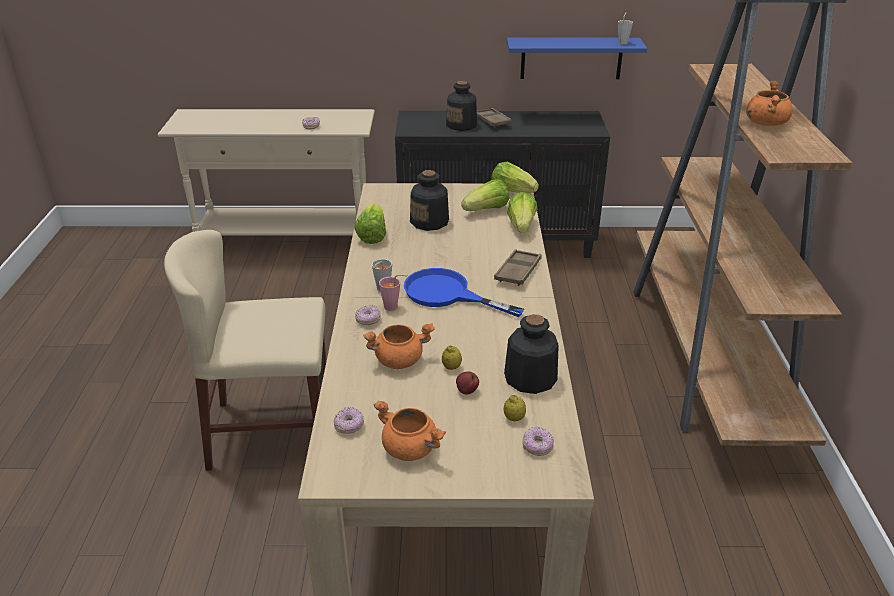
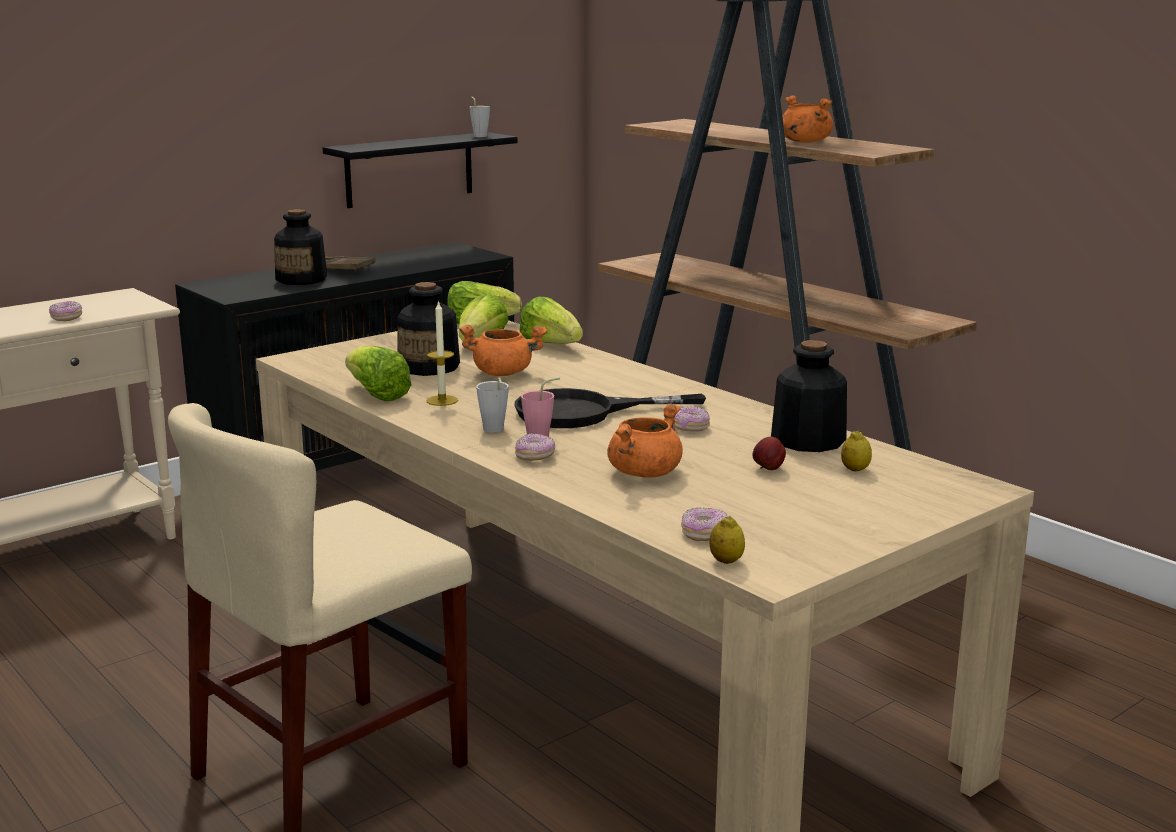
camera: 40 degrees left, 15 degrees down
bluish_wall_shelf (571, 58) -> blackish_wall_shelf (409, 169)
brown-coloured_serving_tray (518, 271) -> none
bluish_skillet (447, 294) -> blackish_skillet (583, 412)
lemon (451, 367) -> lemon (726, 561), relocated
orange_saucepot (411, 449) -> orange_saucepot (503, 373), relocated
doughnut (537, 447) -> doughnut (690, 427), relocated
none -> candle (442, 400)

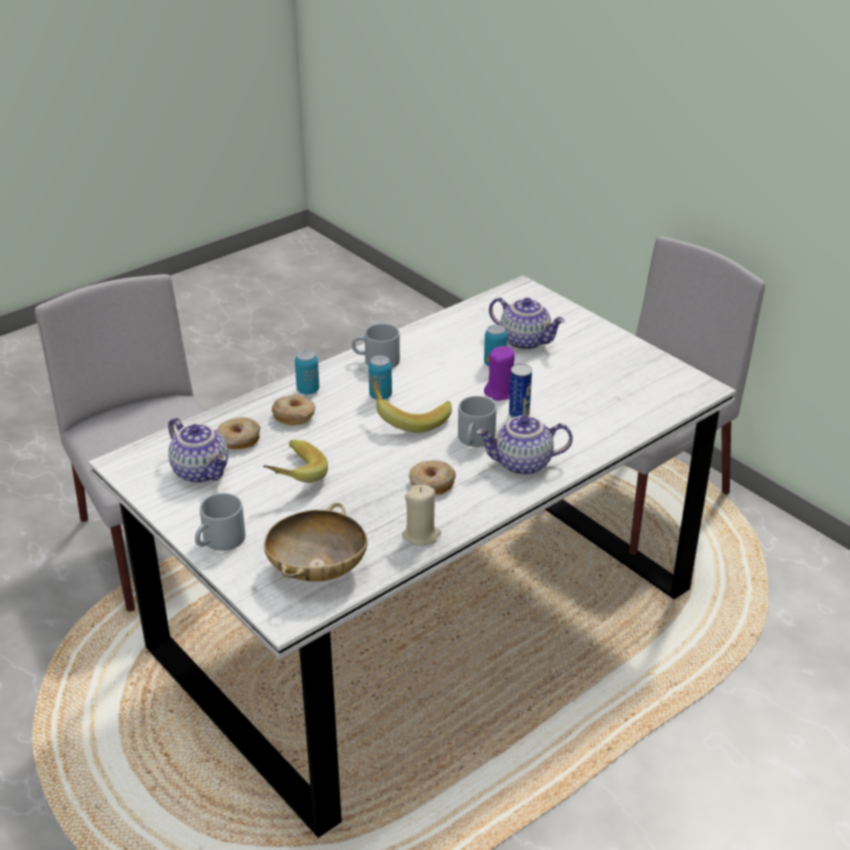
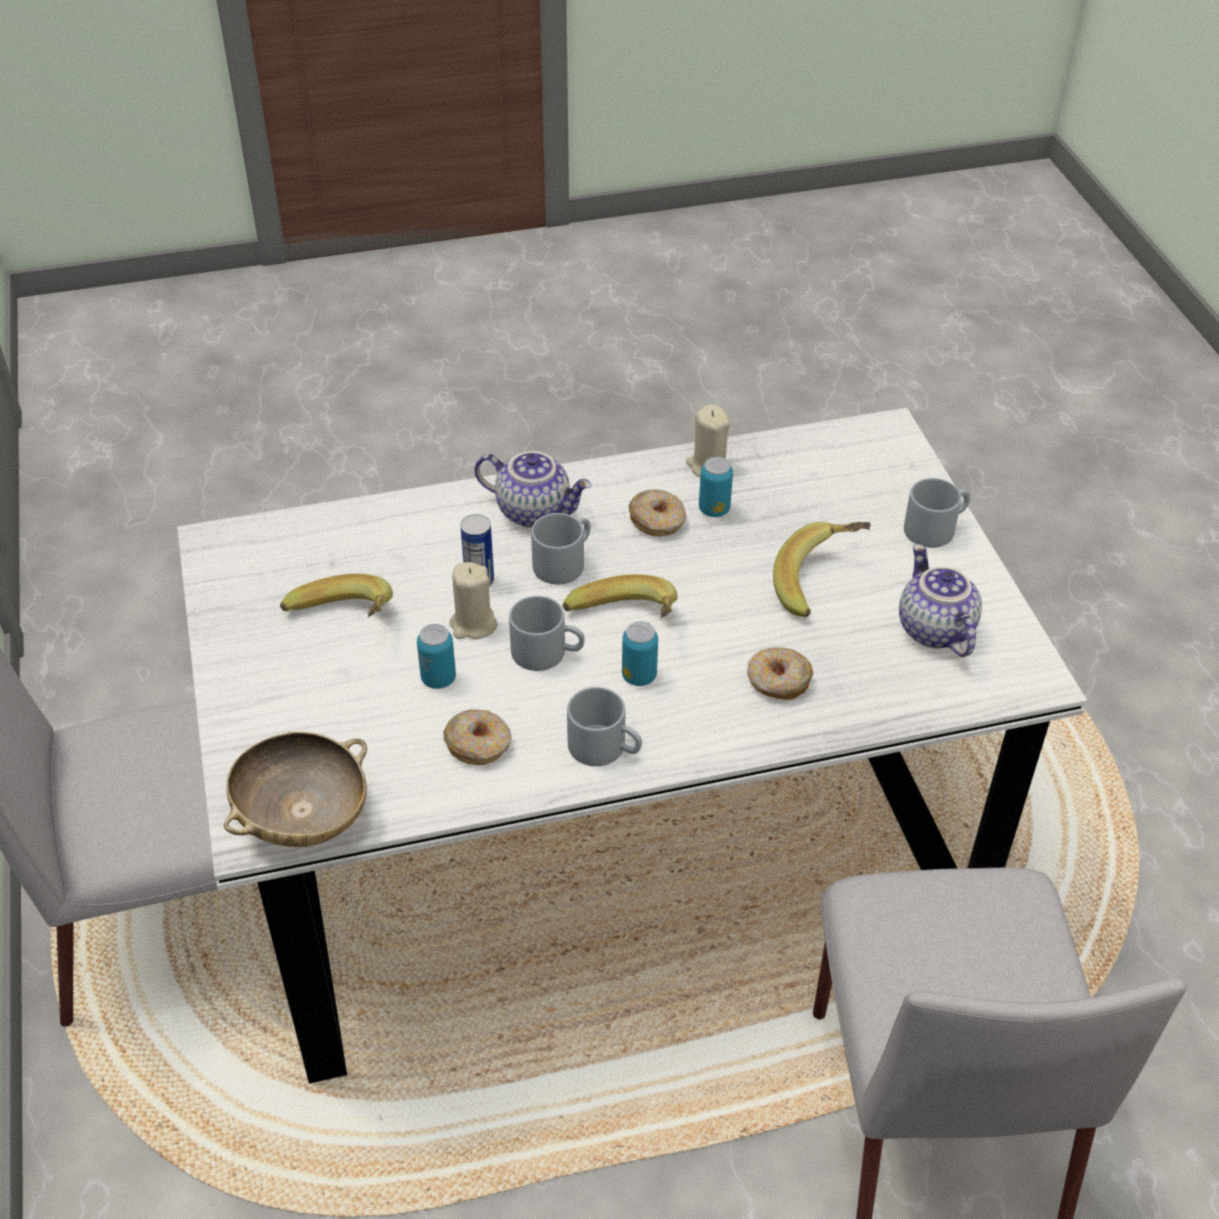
camera: 155 degrees left, 10 degrees up
pot_for_tea (526, 341) -> none
purplish_candle (500, 392) -> sand-coloured_candle (473, 624)
metal_can (308, 390) -> metal_can (714, 509), relocated
doughnut (238, 440) -> doughnut (479, 744), relocated
sand-coloured_deep_dish (317, 569) -> sand-coloured_deep_dish (303, 817), relocated
none -> banana (342, 624)
none -> gray_tea_mug (548, 652)

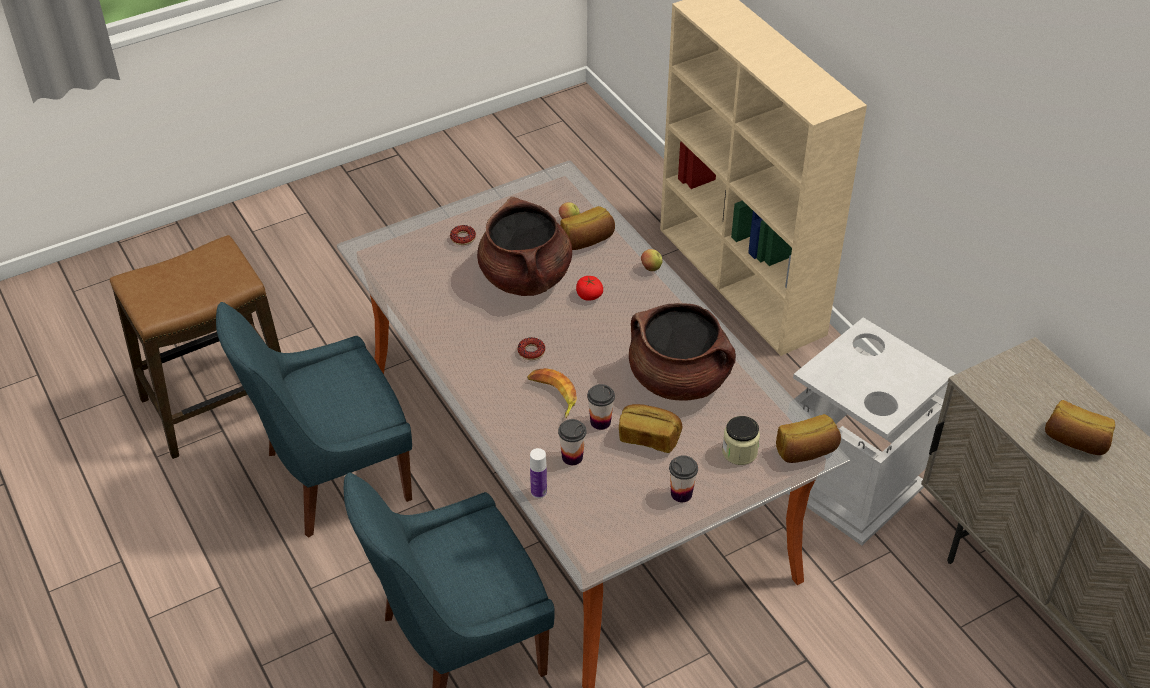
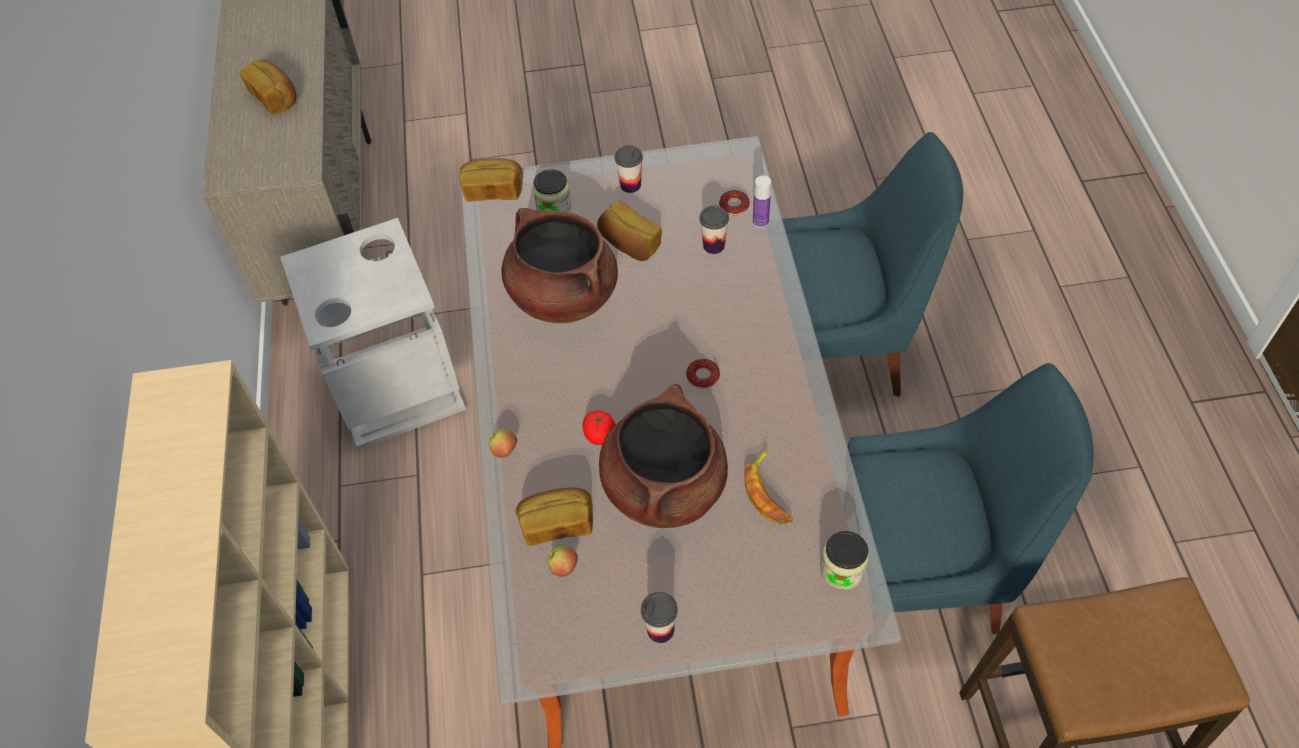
camera: 155 degrees left, 10 degrees up
doughnut (463, 238) -> doughnut (734, 206), relocated
banana (553, 395) -> banana (768, 492), relocated
cup (600, 422) -> cup (660, 630), relocated
none -> storage_jar (842, 570)

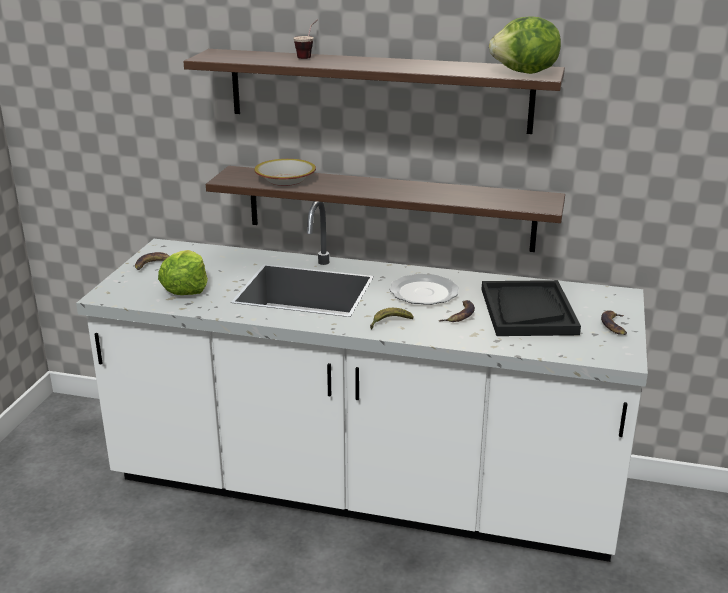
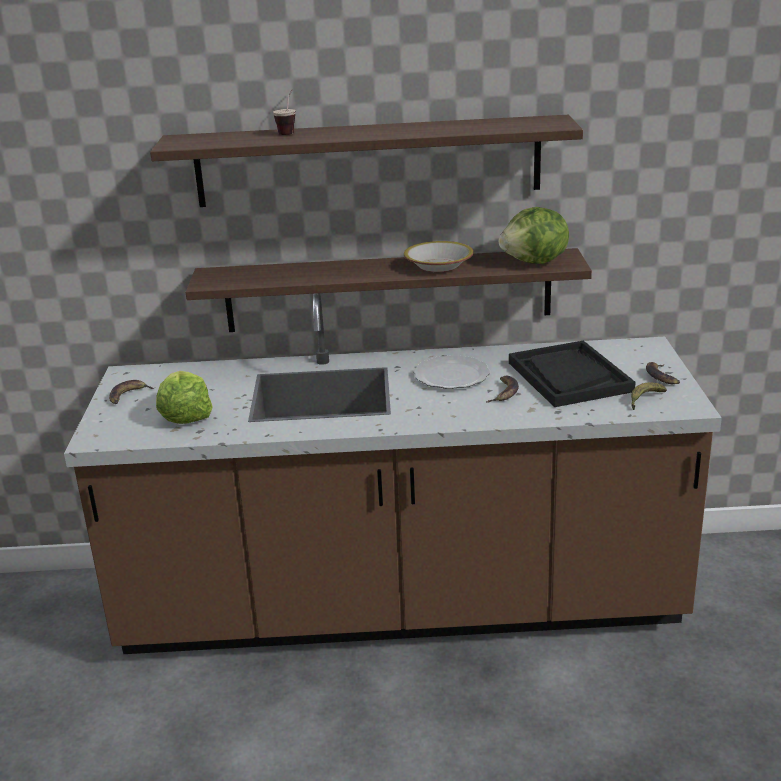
camera: 15 degrees left, 0 degrees up
lettuce_head (525, 73) -> lettuce_head (535, 262), relocated
deep_dish (285, 180) -> deep_dish (438, 266), relocated
white_kitchen_counter (364, 489) -> brown-coloured_kitchen_counter (401, 606)
banana (389, 323) -> banana (644, 400), relocated

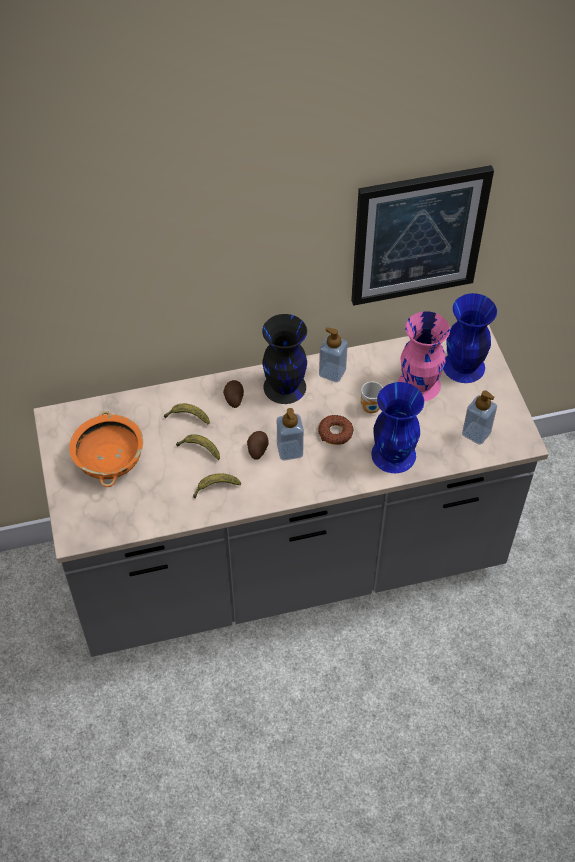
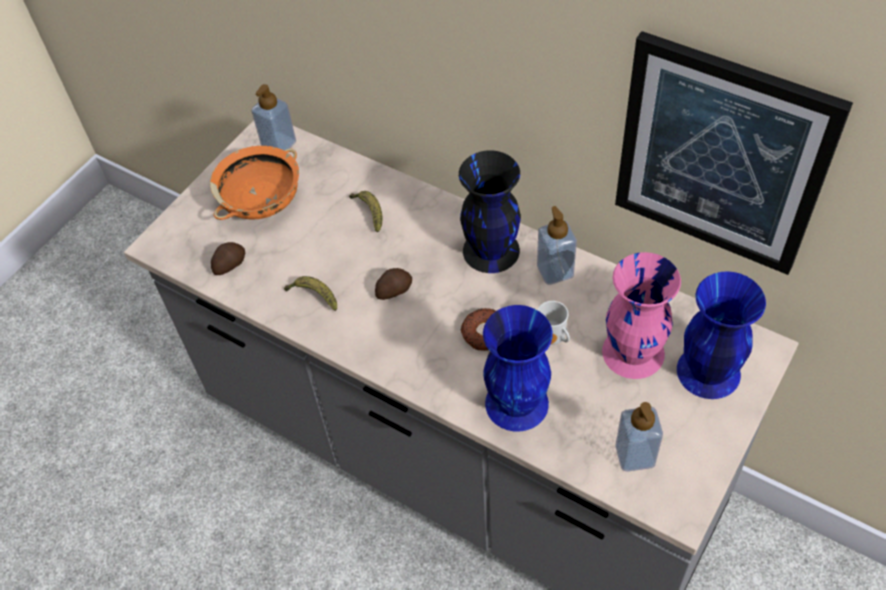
camera: 50 degrees right, 0 degrees up
whole_potato (233, 398) -> whole_potato (229, 264), relocated
liquid_soap_bottle (290, 450) -> liquid_soap_bottle (279, 144), relocated
banana (200, 449) -> none

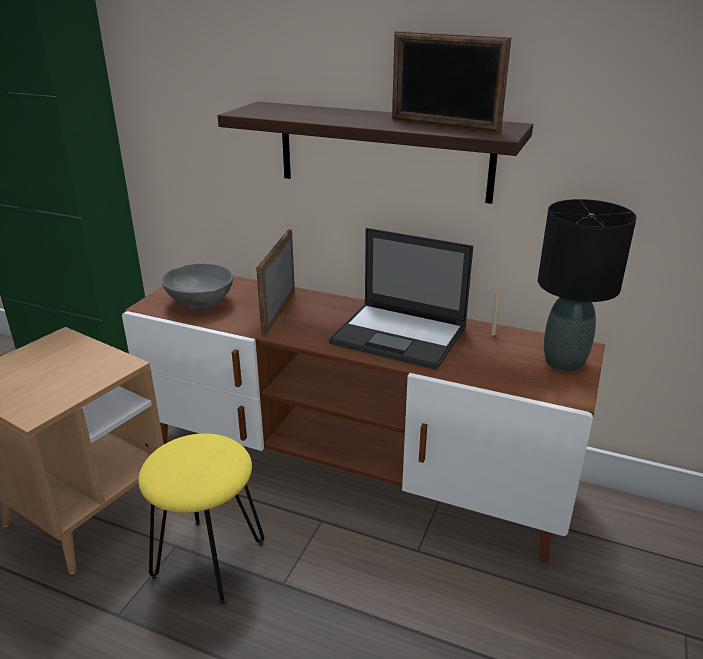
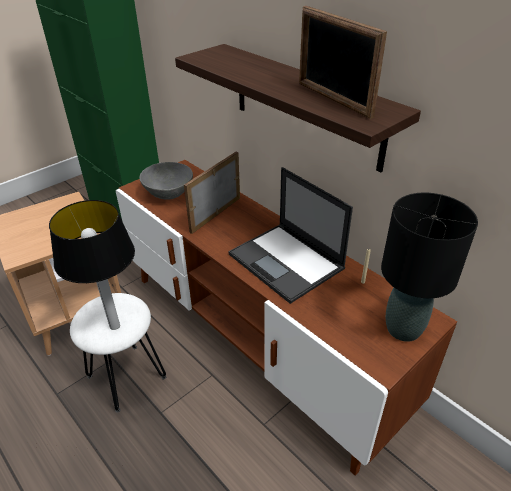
camera: 25 degrees right, 10 degrees up
yellow_sitting_stool (208, 560) -> white_sitting_stool (126, 376)
none -> tabletop_lamp (115, 326)

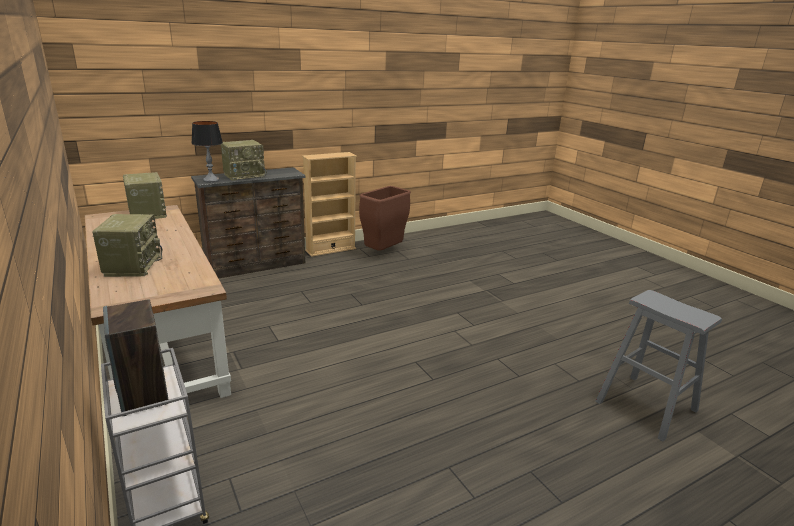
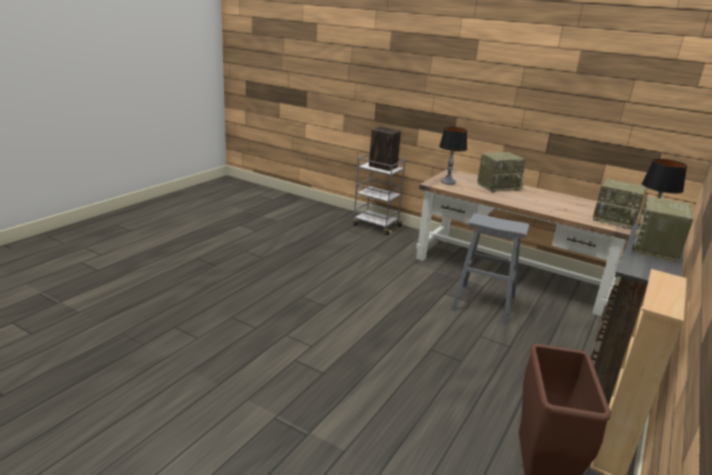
camera: 150 degrees right, 0 degrees up
radio_set (132, 265) -> radio_set (498, 186), 75 degrees counterclockwise
gray_sitting_stool (646, 406) -> gray_sitting_stool (483, 303), relocated
none -> tabletop_lamp (448, 182)

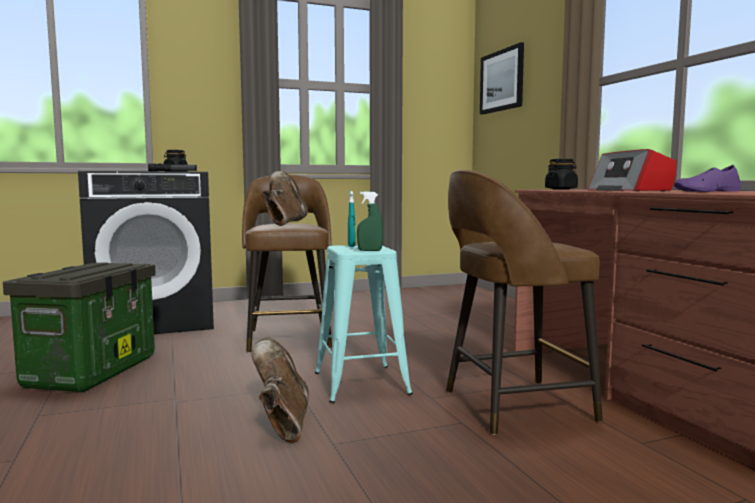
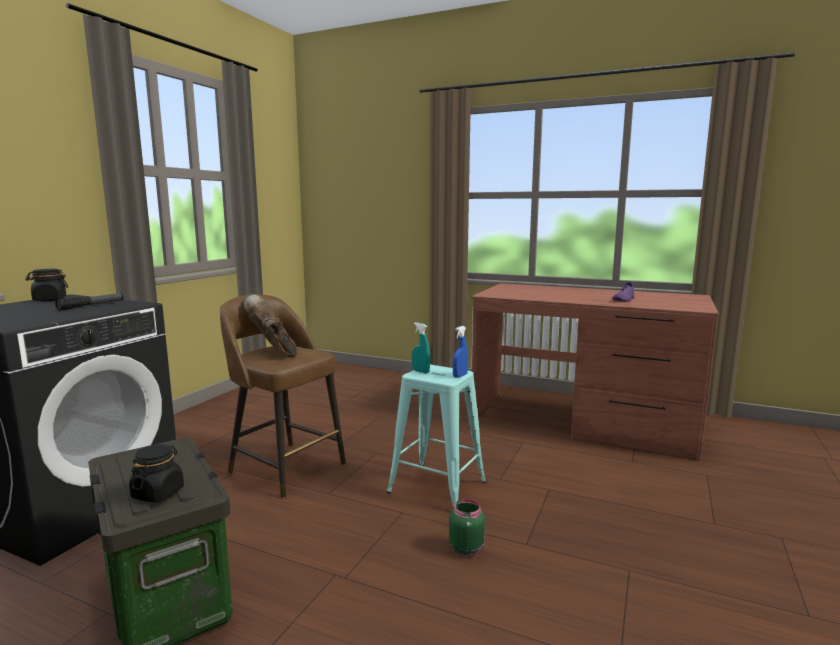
camera: 45 degrees left, 5 degrees up
picture (502, 80) -> none
radio_set (629, 190) -> none
blackish_storage_jar (561, 189) -> blackish_storage_jar (158, 493), relocated
brown-coloured_sitting_stool (513, 405) -> none
greenish_spray_bottle (370, 250) -> bluish_spray_bottle (460, 376)
brown-coloured_boot (282, 424) -> greenish_storage_jar (466, 548)

